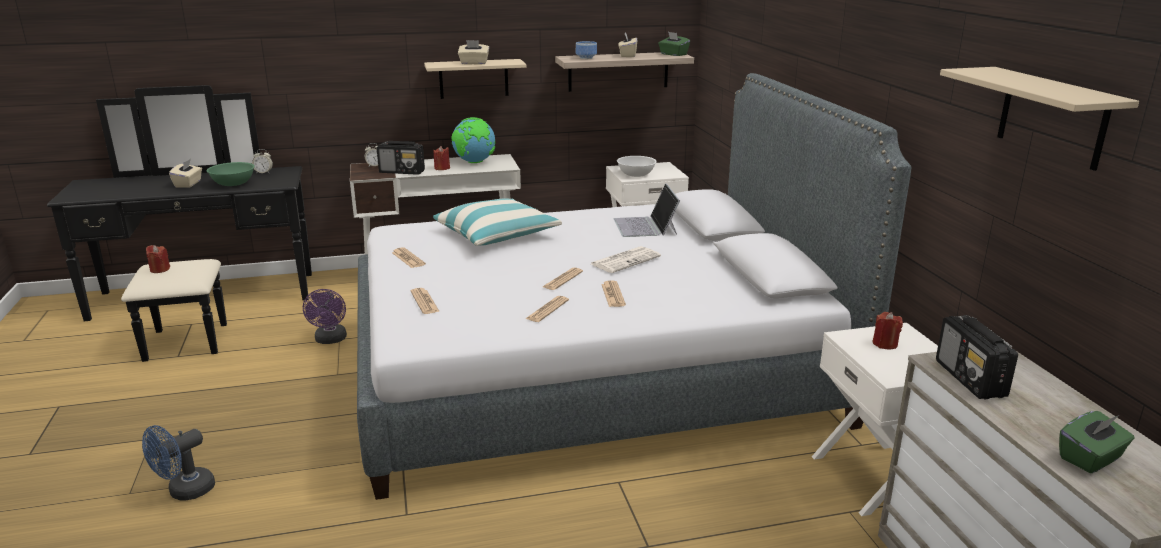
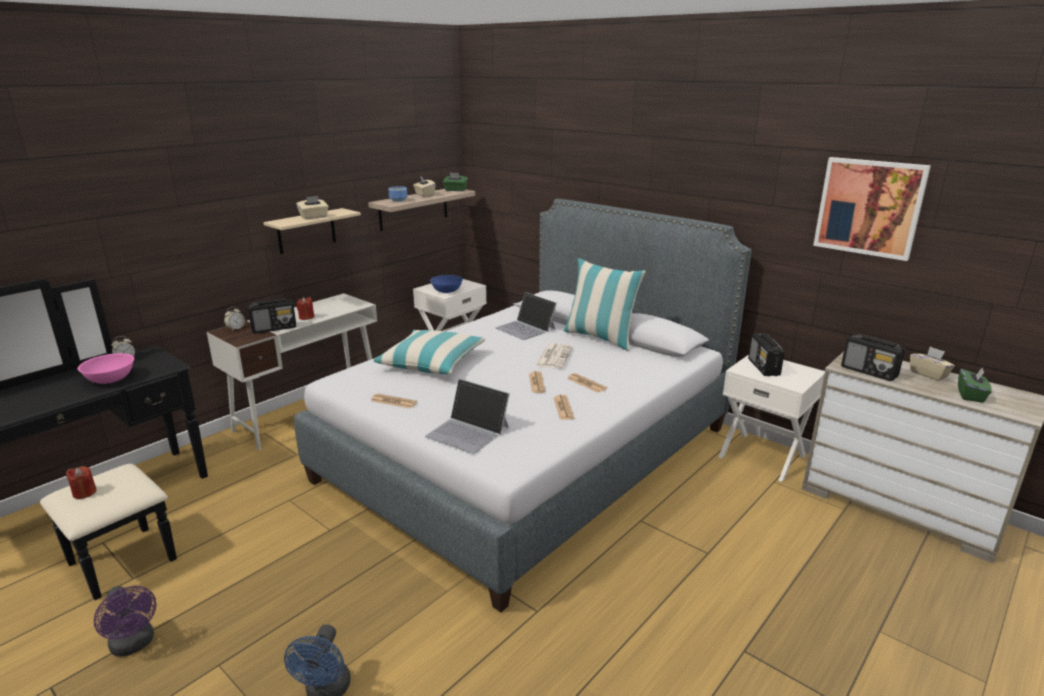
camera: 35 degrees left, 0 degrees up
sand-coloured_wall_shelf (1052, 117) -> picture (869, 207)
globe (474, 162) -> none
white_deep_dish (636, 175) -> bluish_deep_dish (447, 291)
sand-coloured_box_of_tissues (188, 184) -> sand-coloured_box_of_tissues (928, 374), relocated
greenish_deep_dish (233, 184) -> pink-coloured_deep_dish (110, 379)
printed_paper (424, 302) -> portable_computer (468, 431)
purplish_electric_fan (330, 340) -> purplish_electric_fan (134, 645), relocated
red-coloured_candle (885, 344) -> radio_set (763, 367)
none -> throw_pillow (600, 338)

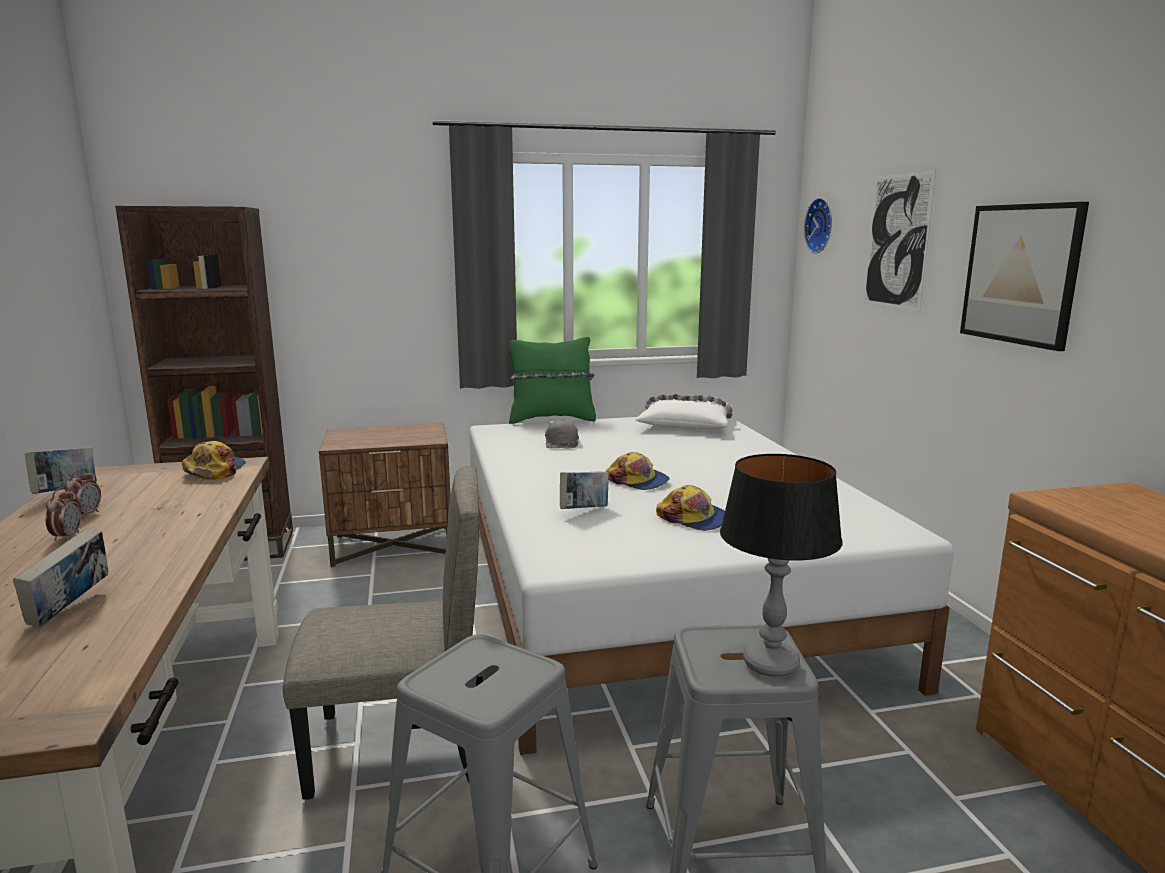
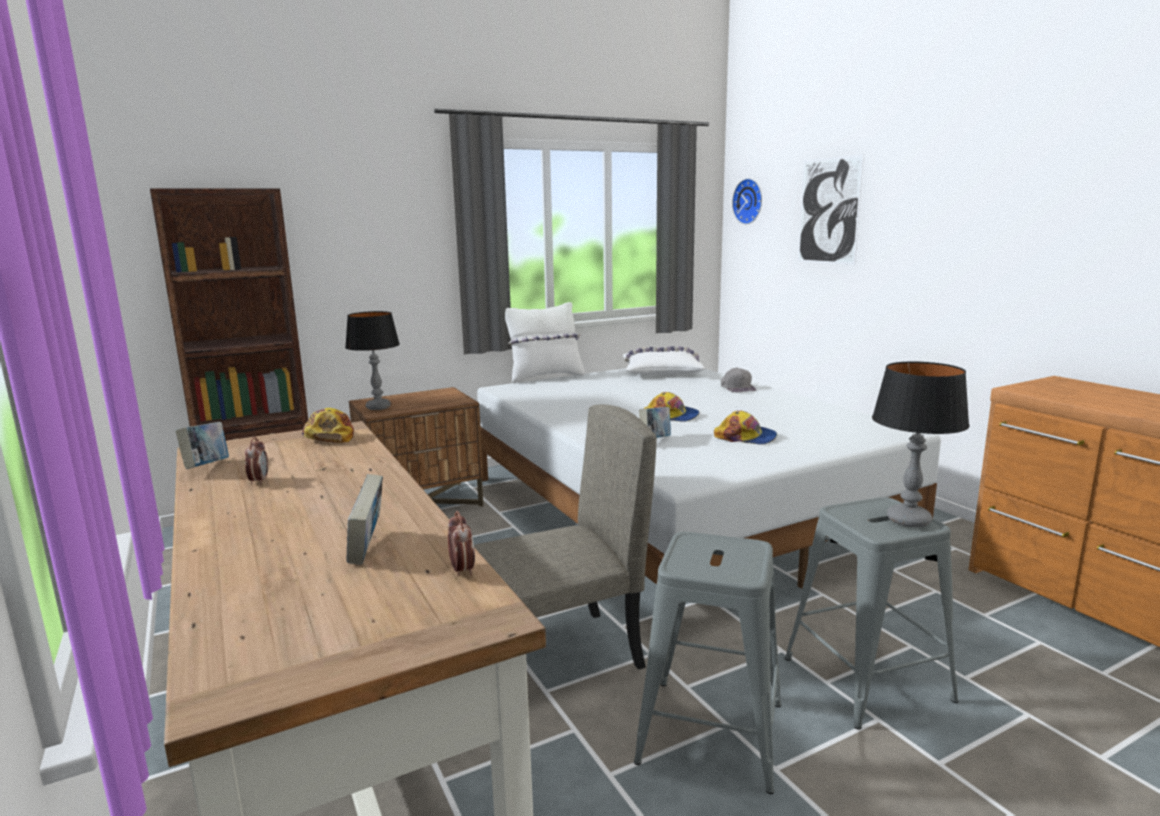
camera: 15 degrees left, 0 degrees up
picture (1020, 274) -> none
greenish_throw_pillow (551, 419) -> white_throw_pillow (545, 377)
gray_peaked_cap (562, 442) -> gray_peaked_cap (737, 388), relocated
bedside_clock (67, 536) -> bedside_clock (462, 570), relocated
none -> tabletop_lamp (378, 407)

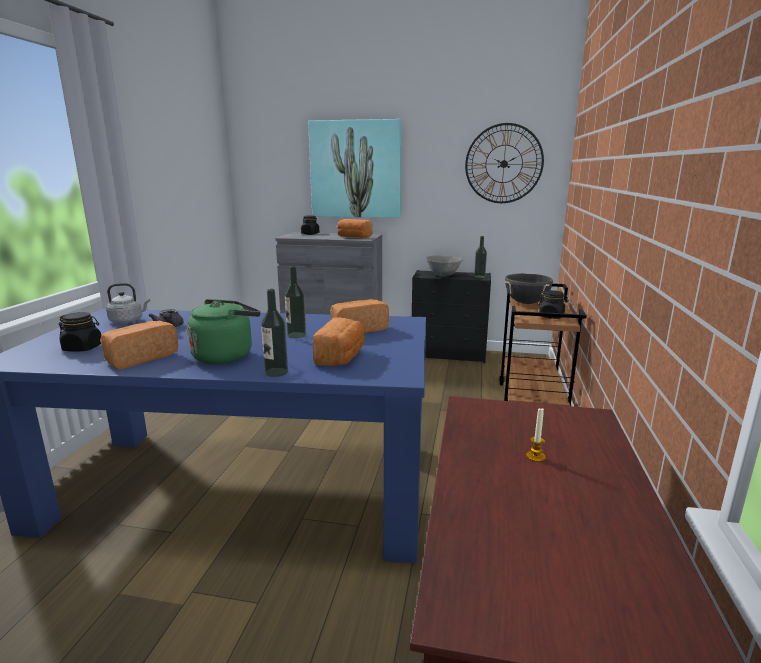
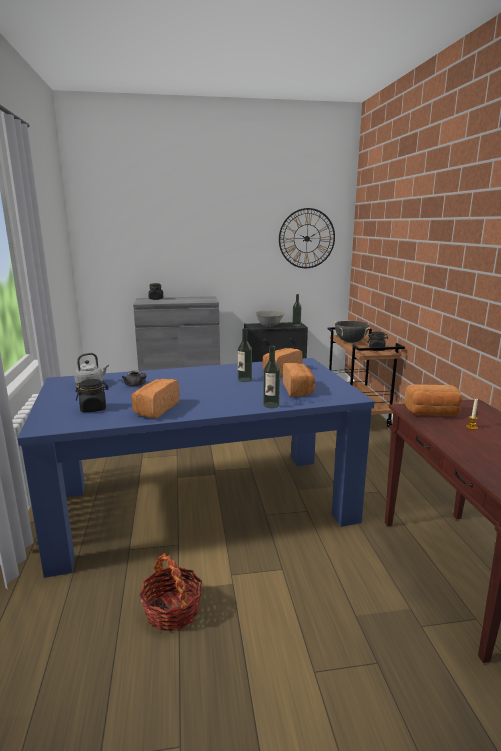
camera: 20 degrees left, 0 degrees up
picture (356, 169) -> none
bread (353, 237) -> bread (432, 413), relocated
greenish_kettle (226, 355) -> none
none -> storage_basket (172, 610)

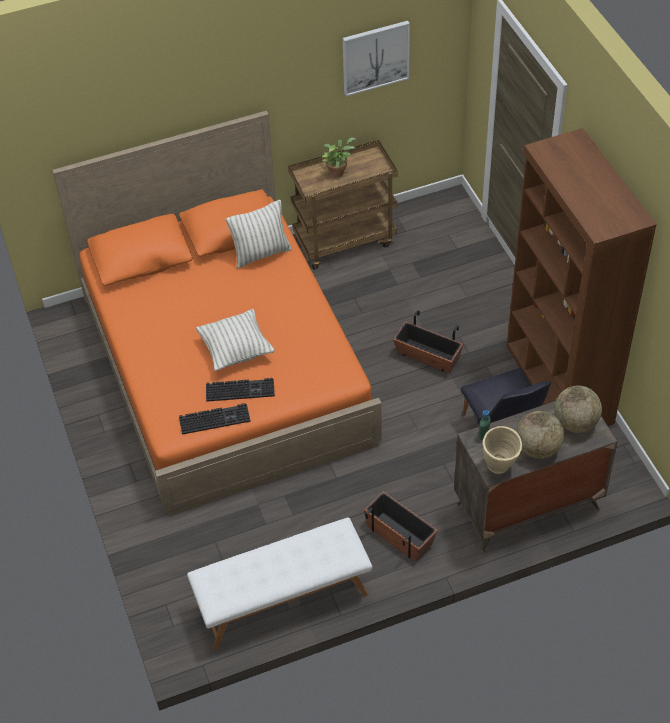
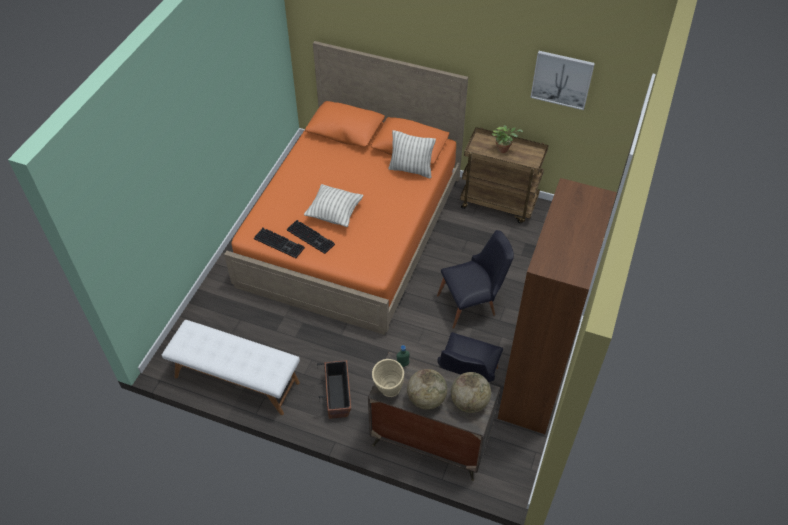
camera: 40 degrees right, 0 degrees up
plant_pot (428, 356) -> blackish_chair (472, 304)

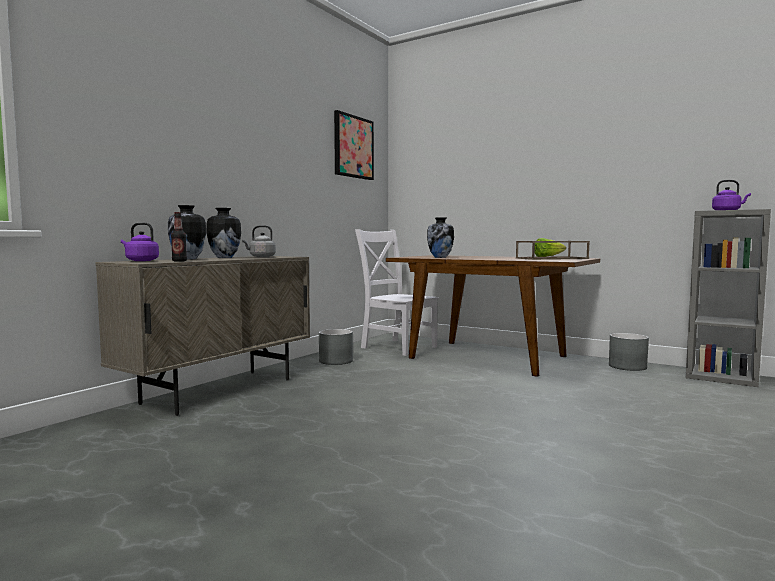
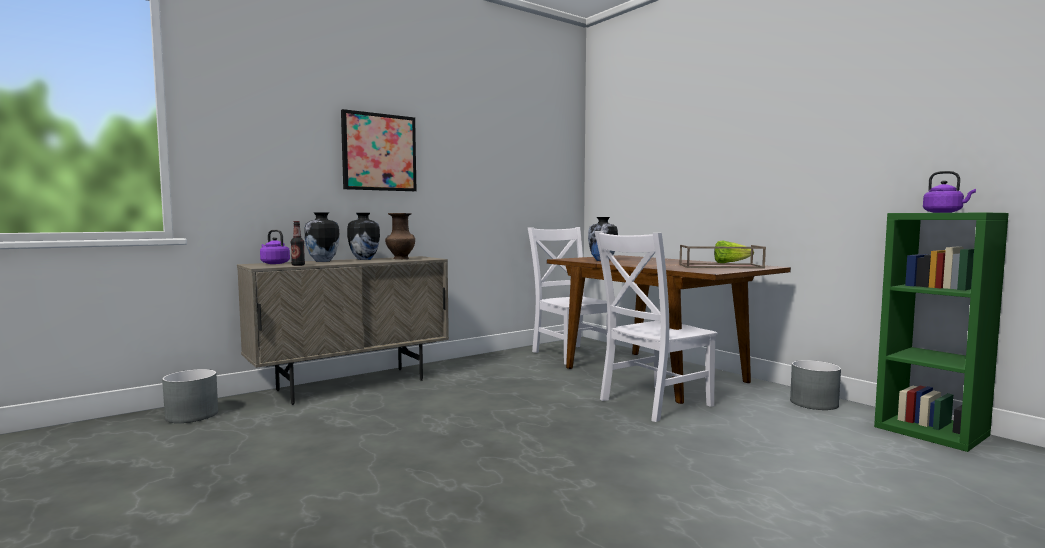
camera: 20 degrees right, 0 degrees up
picture (353, 147) -> picture (379, 152), relocated
gray_shelving_unit (722, 376) -> greenish_shelving_unit (932, 431)
gray_kettle (261, 257) -> brown-coloured_vase (400, 259)
gray_plant_pot (336, 361) -> gray_plant_pot (192, 415), relocated
none -> white_chair (652, 403)

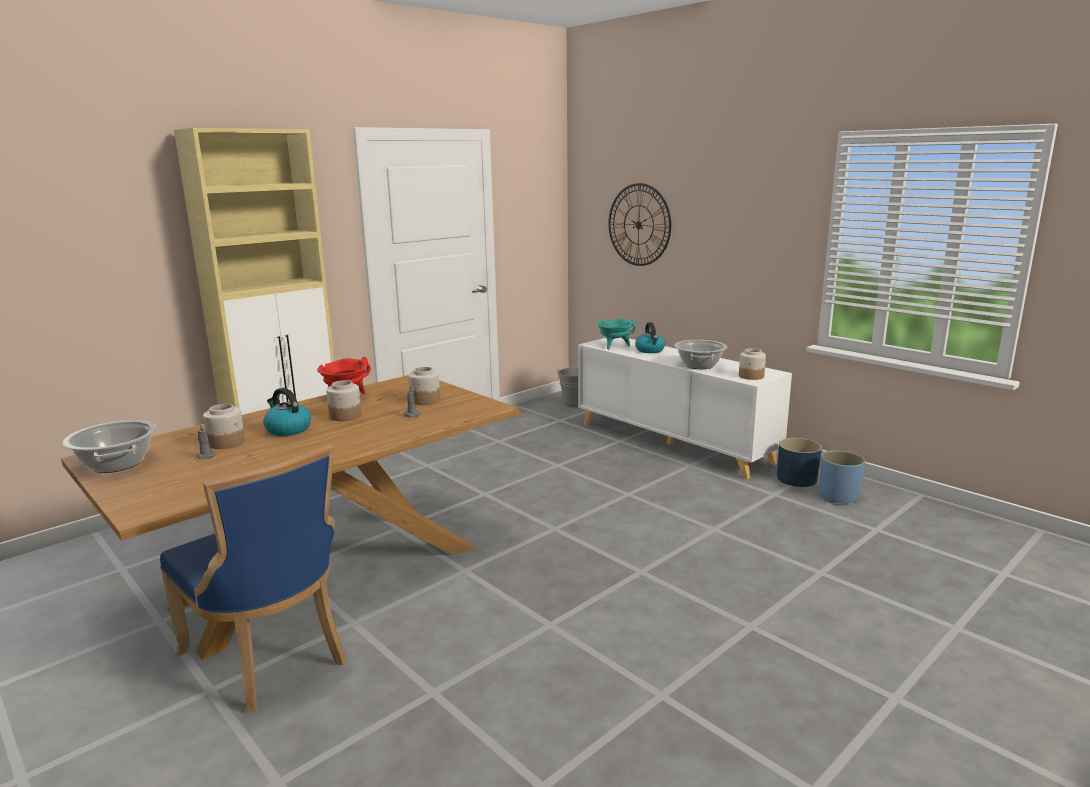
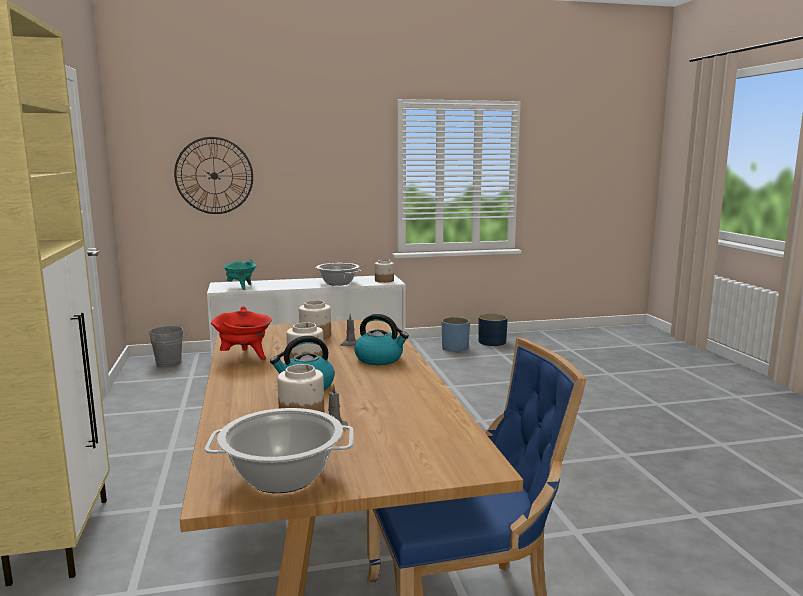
camera: 60 degrees left, 5 degrees down
kettle (650, 350) -> kettle (380, 359), relocated
bluish_plant_pot (797, 479) -> bluish_plant_pot (492, 342), relocated

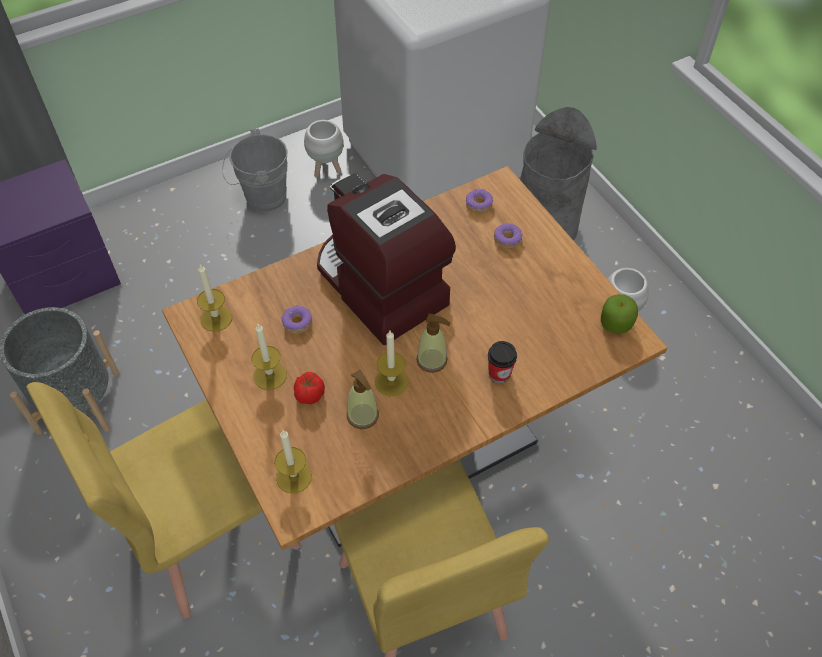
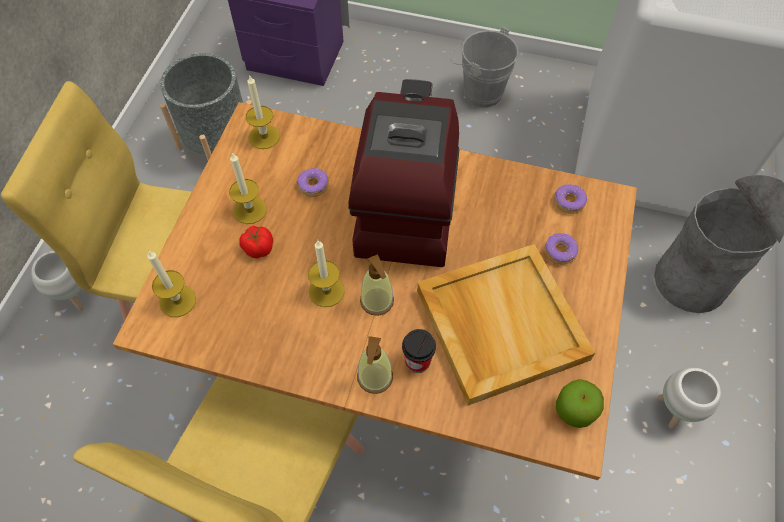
camera: 45 degrees right, 5 degrees up
white_plant_pot (326, 169) -> white_plant_pot (77, 297), relocated
liquid_soap_bottle (363, 416) -> liquid_soap_bottle (375, 377), relocated
none -> sand-coloured_serving_tray (499, 323)

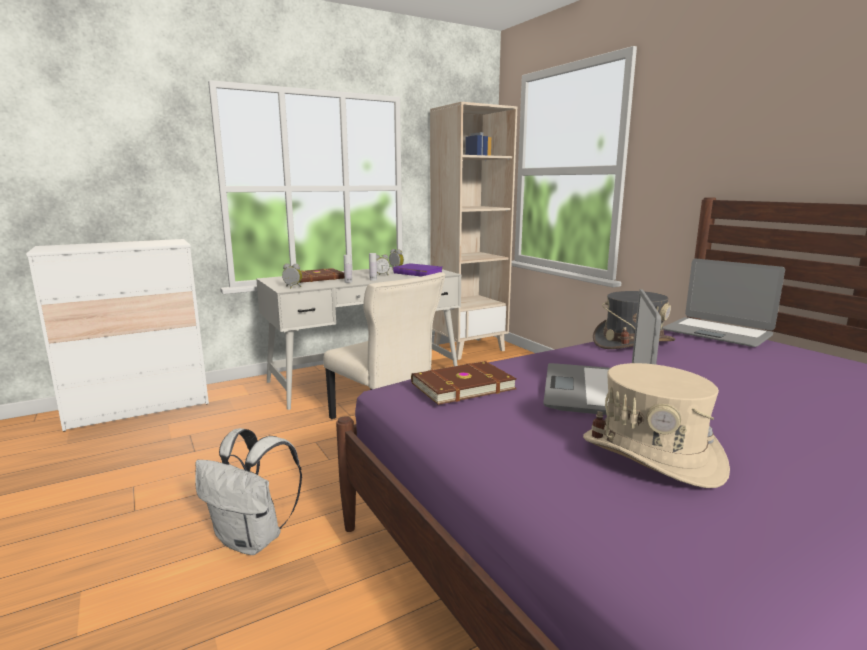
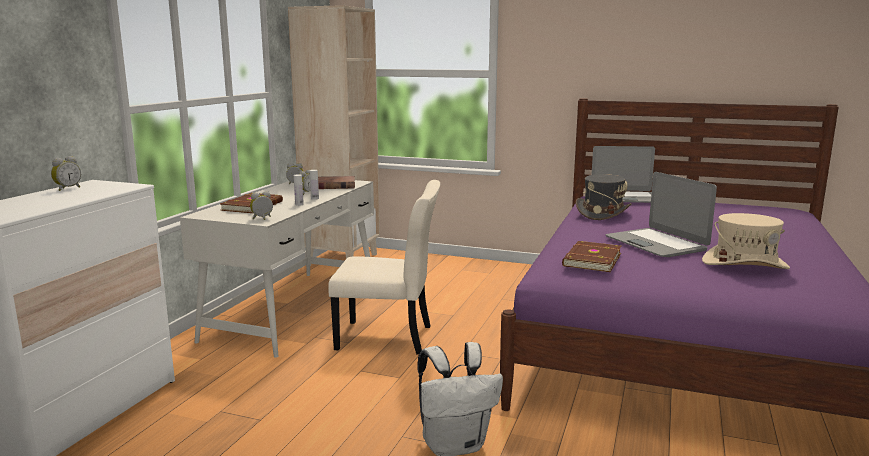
camera: 40 degrees left, 0 degrees up
purplish_book (418, 273) -> brown-coloured_book (332, 186)
none -> bedside_clock (67, 189)

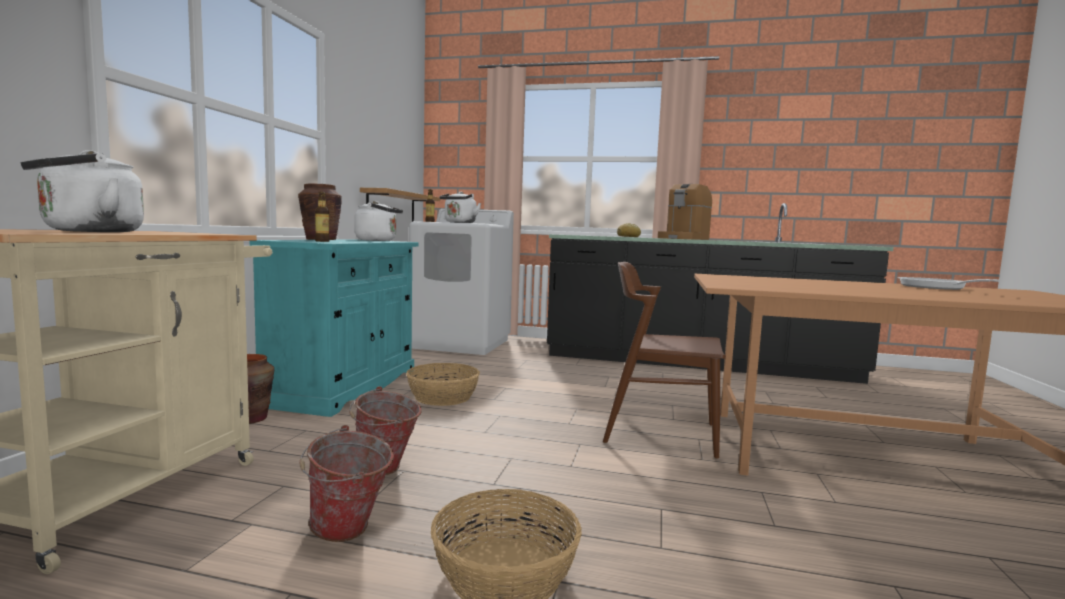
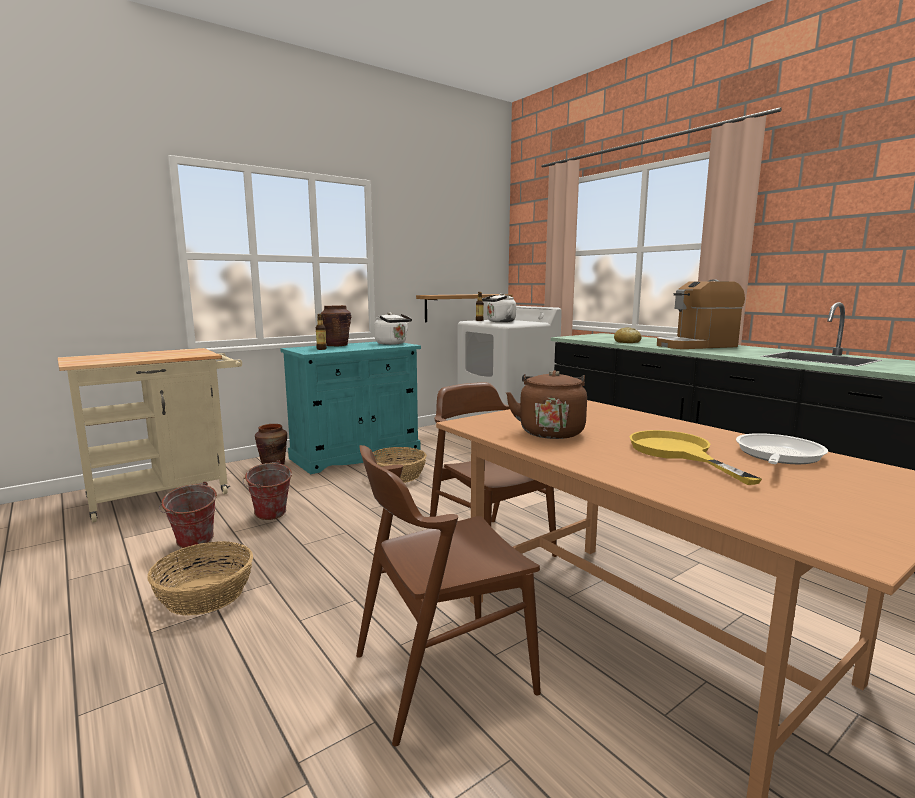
camera: 40 degrees right, 5 degrees up
white_kettle (87, 231) -> none
none -> brown-coloured_kettle (550, 432)
none -> yellow_skillet (677, 453)
none -> brown-coloured_chair (442, 673)

